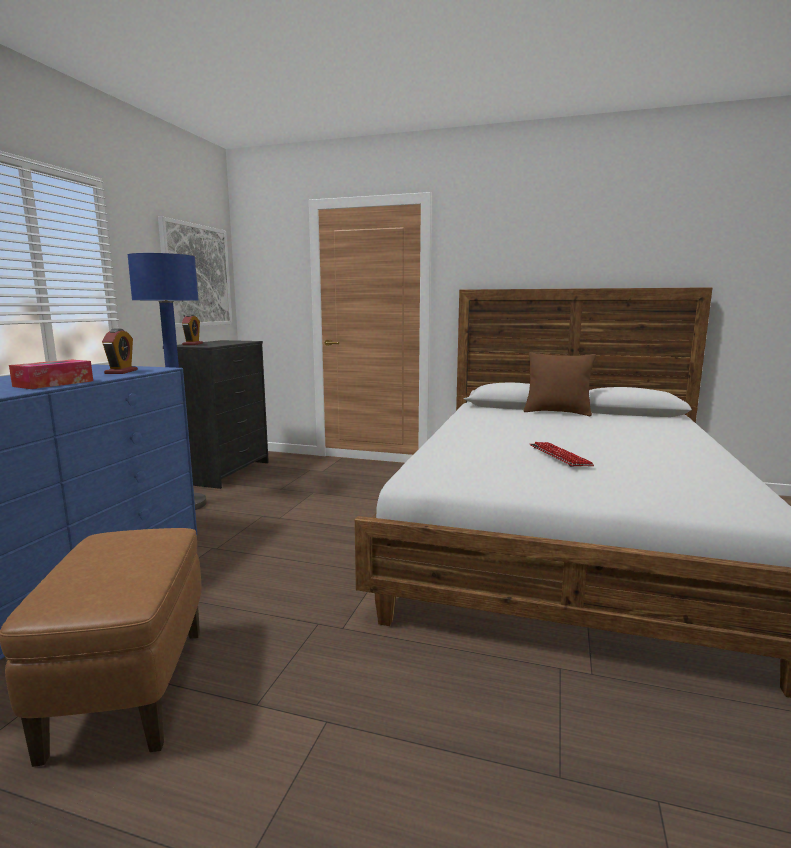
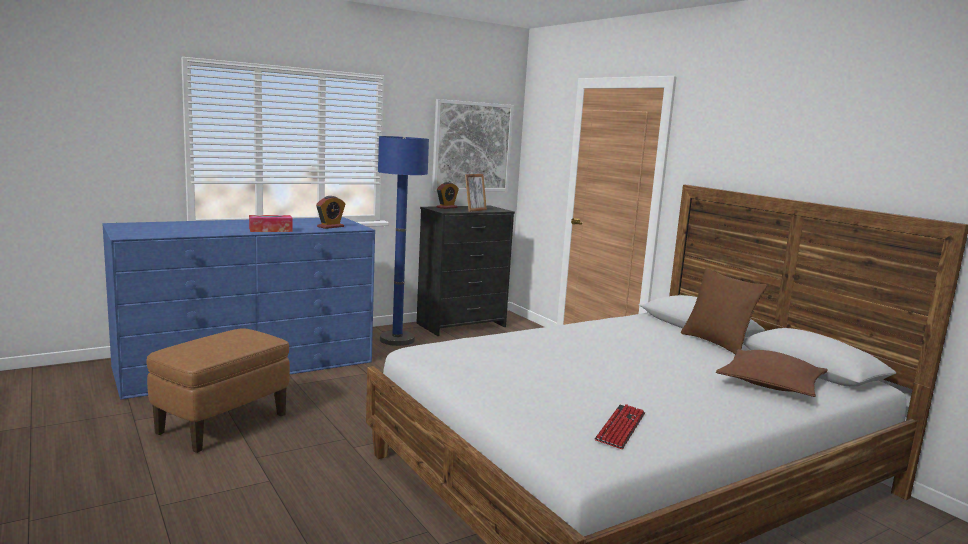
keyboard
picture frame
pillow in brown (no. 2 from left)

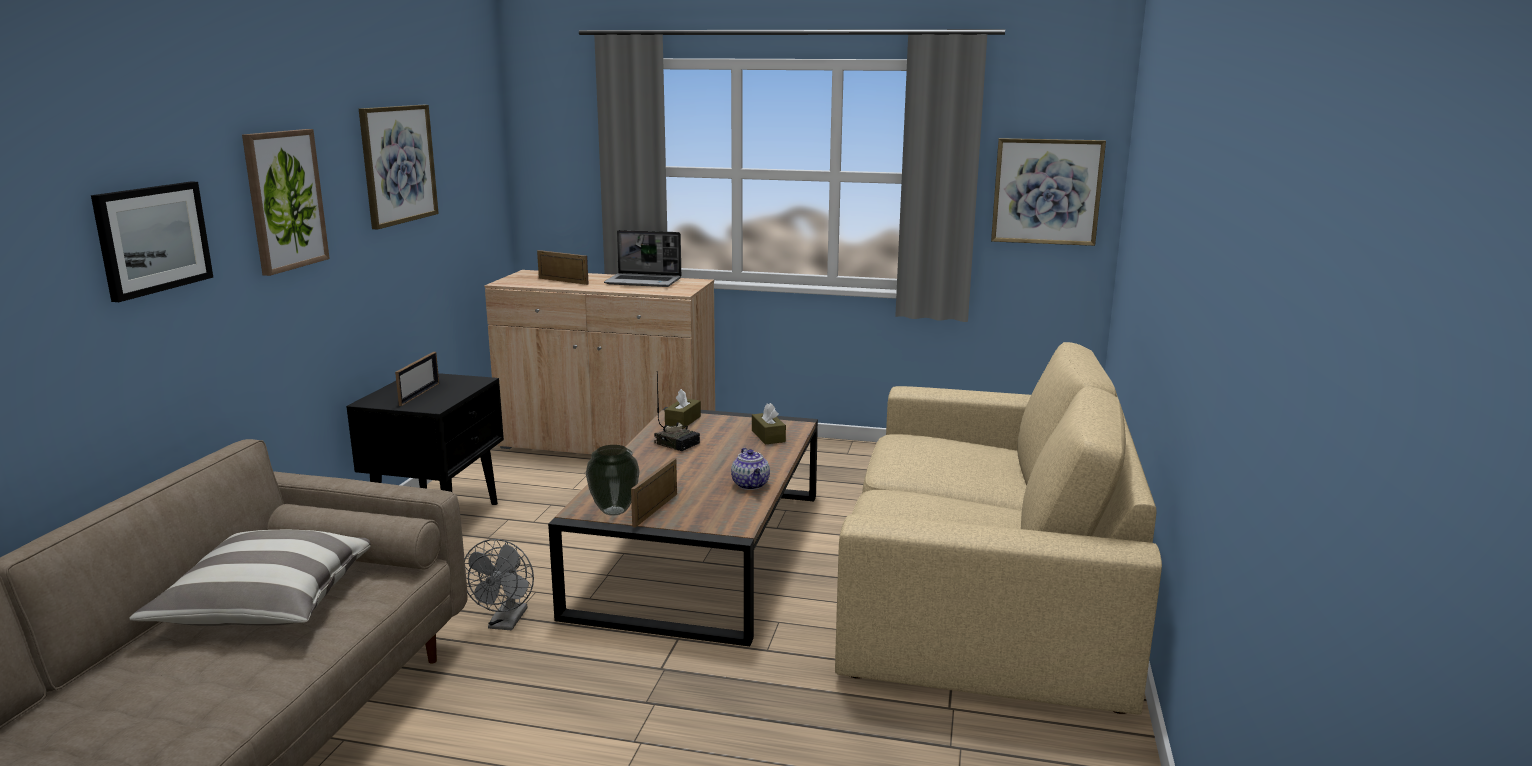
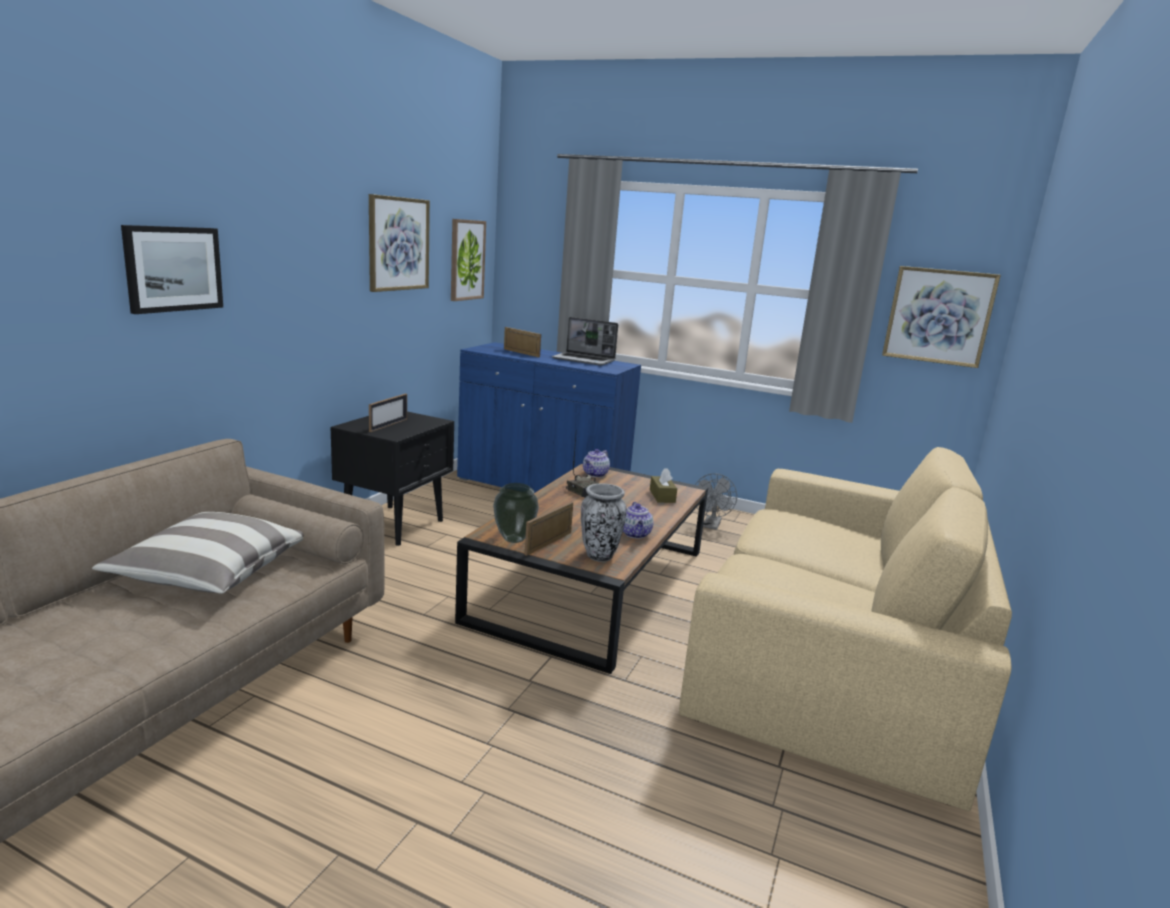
picture (no. 3 from left)
cabinet in blue
teapot (no. 1 from left)
fan in grey
vase (no. 2 from left)

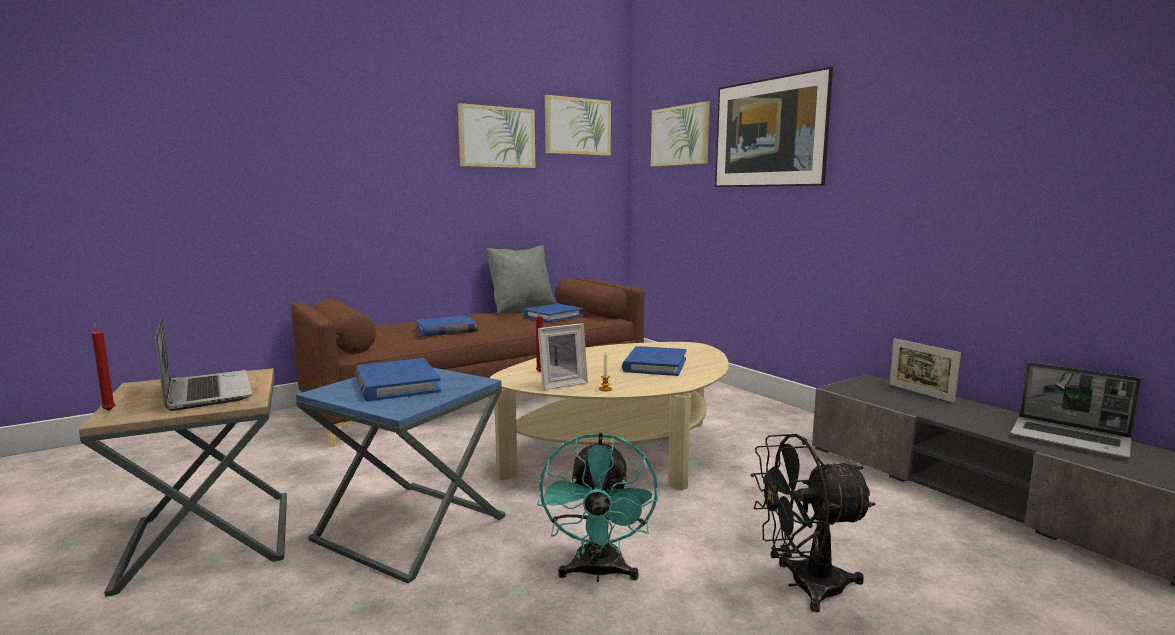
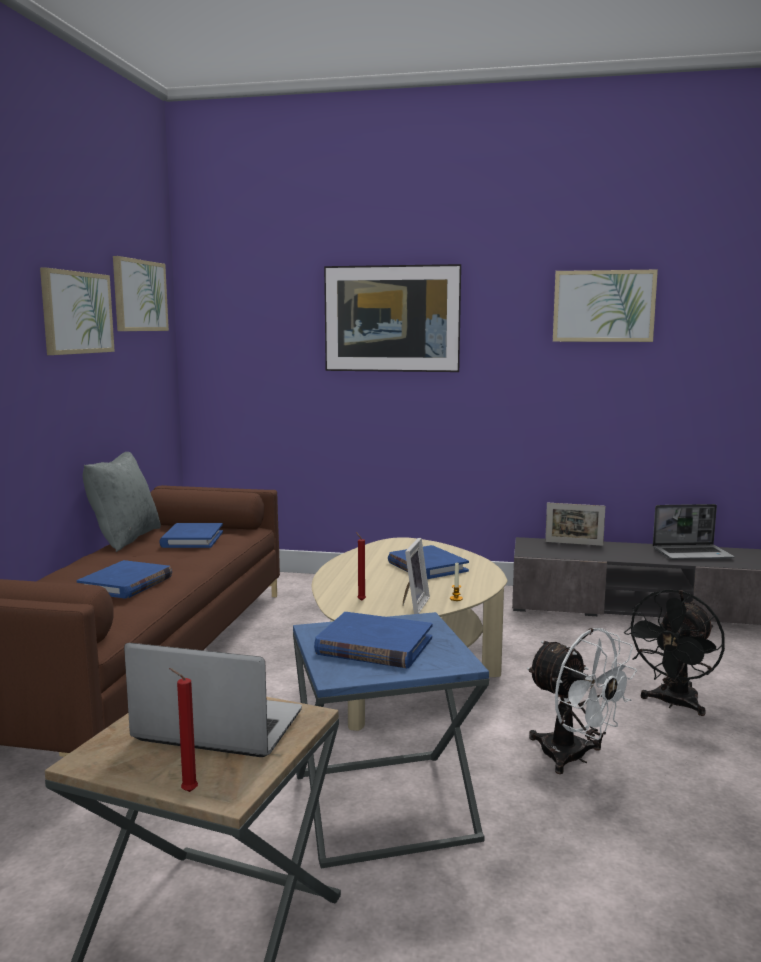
picture (no. 4 from left)
fan in white

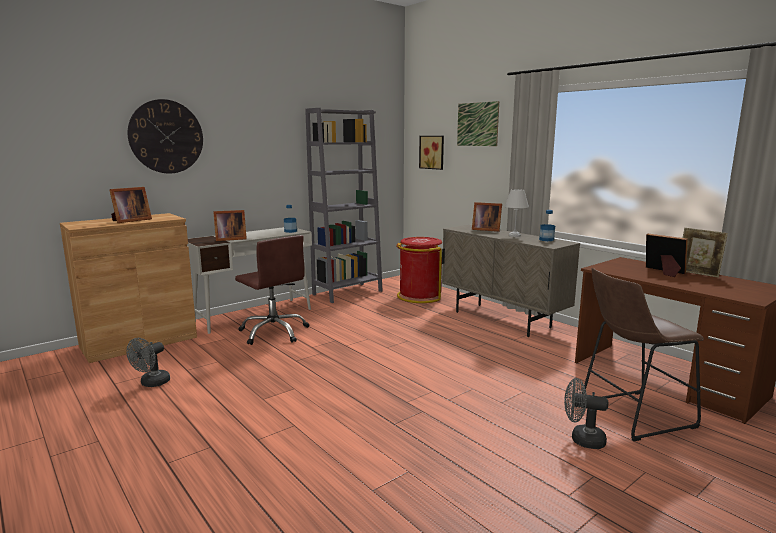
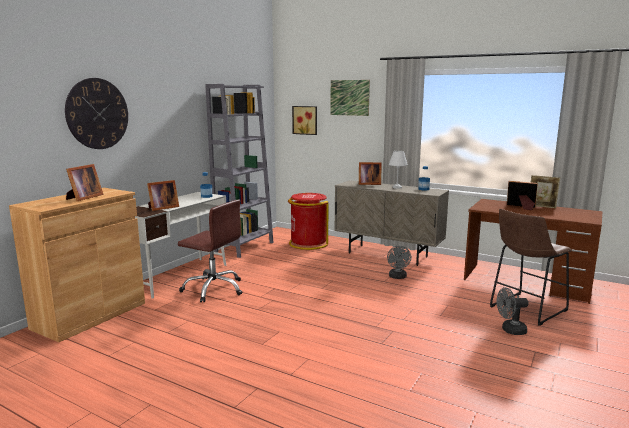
fan in grey (no. 1 from left)

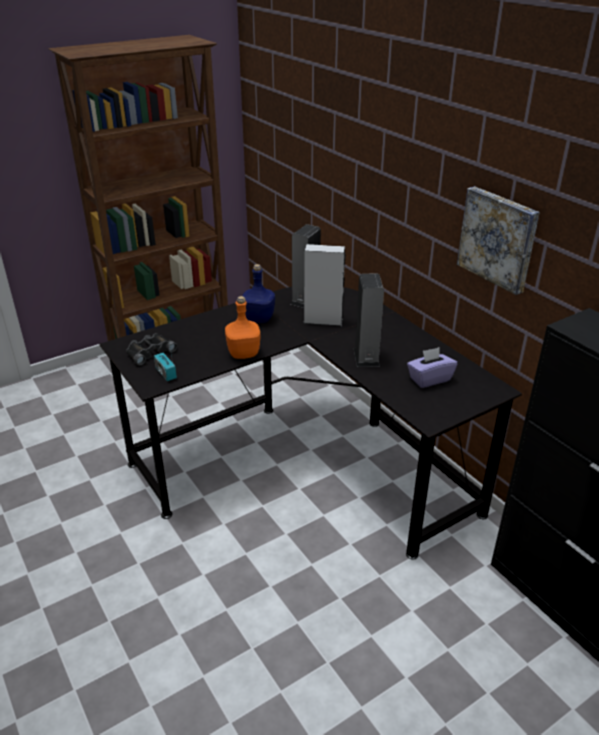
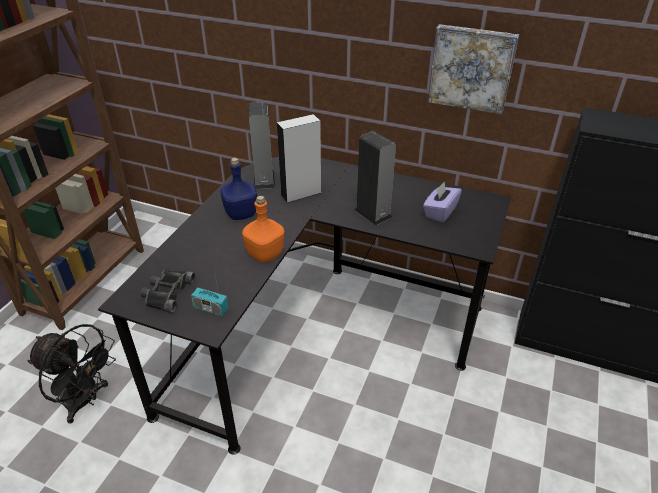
fan in black

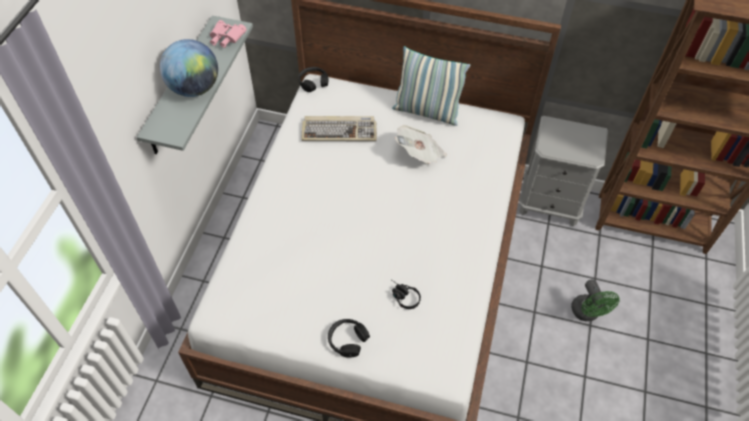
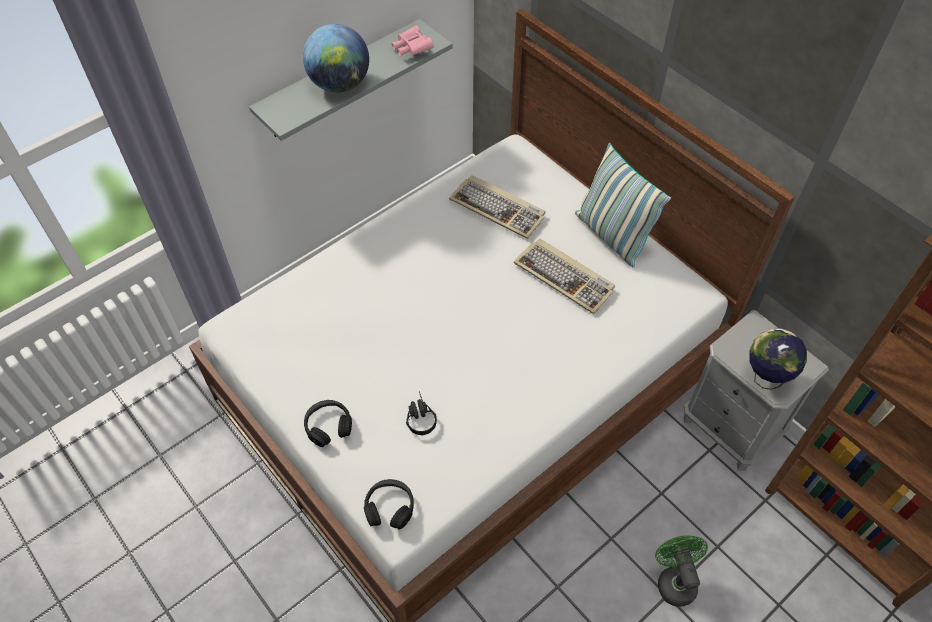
headphones in black (no. 2 from left)
keyboard (no. 2 from left)
fan in green
globe (no. 2 from left)

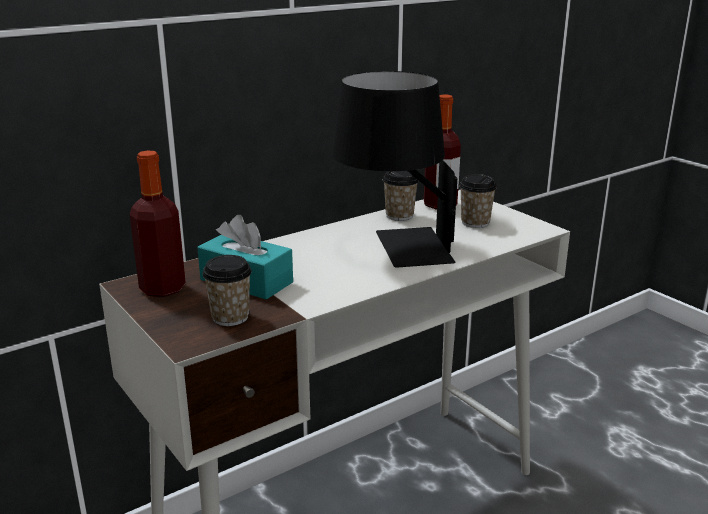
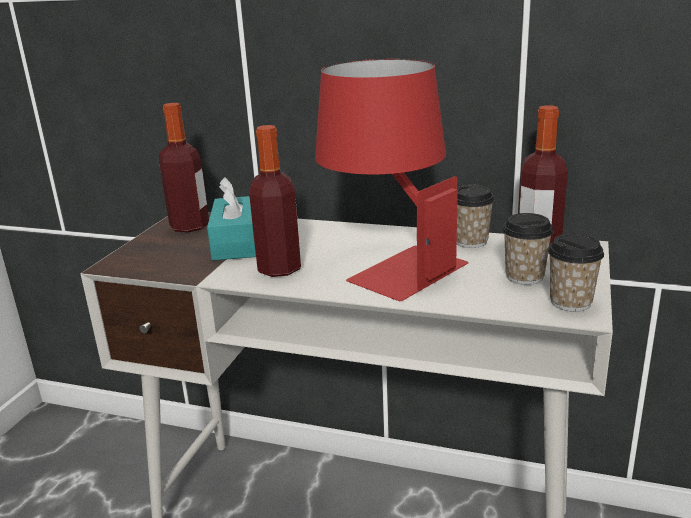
table lamp in red
cup (no. 3 from left)
bottle (no. 2 from left)

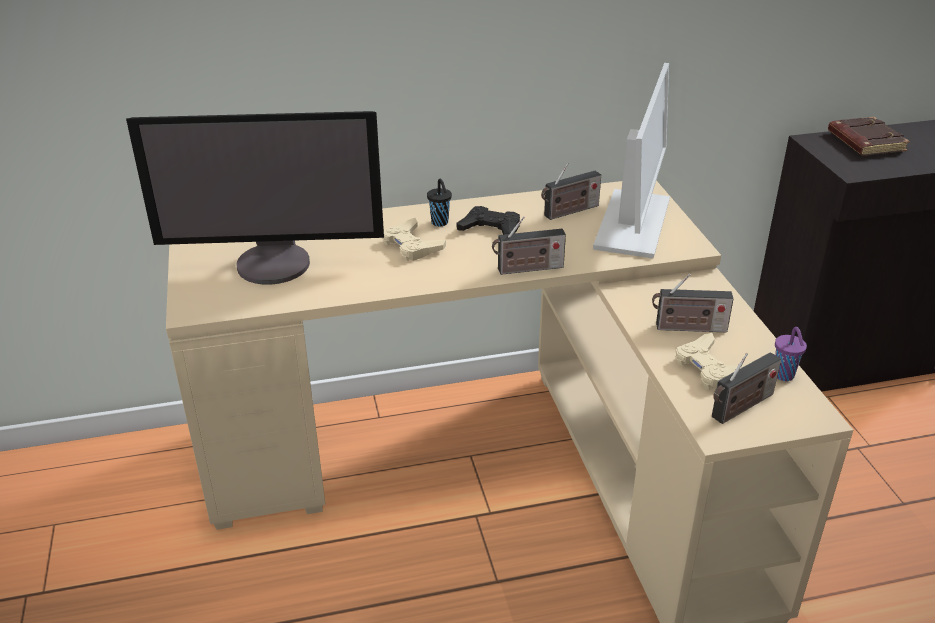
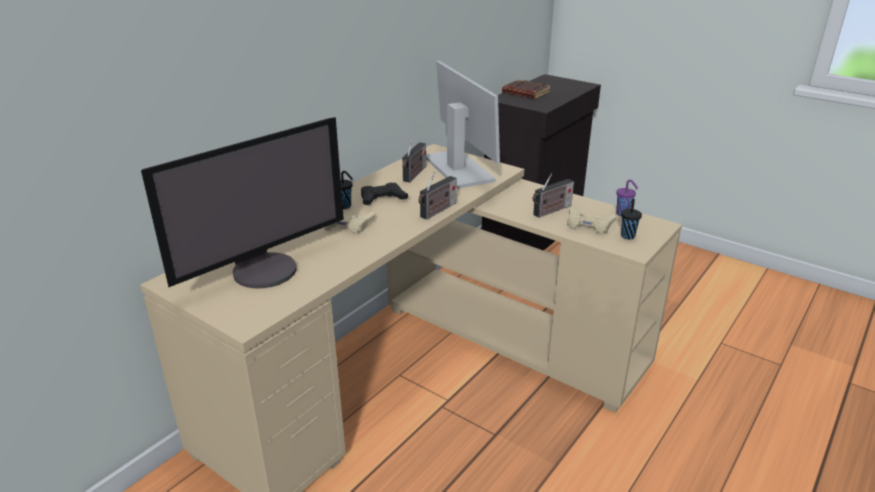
cup in black (no. 2 from left)

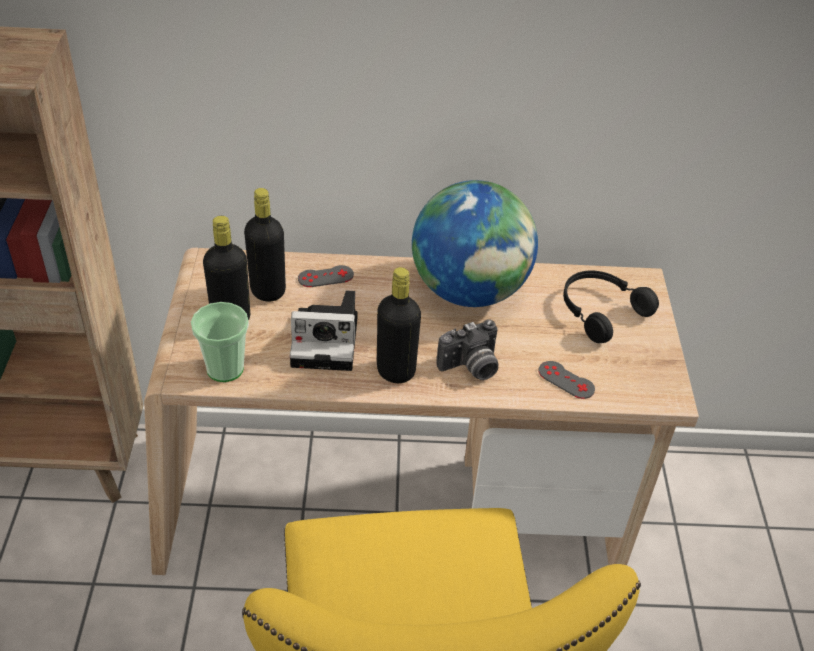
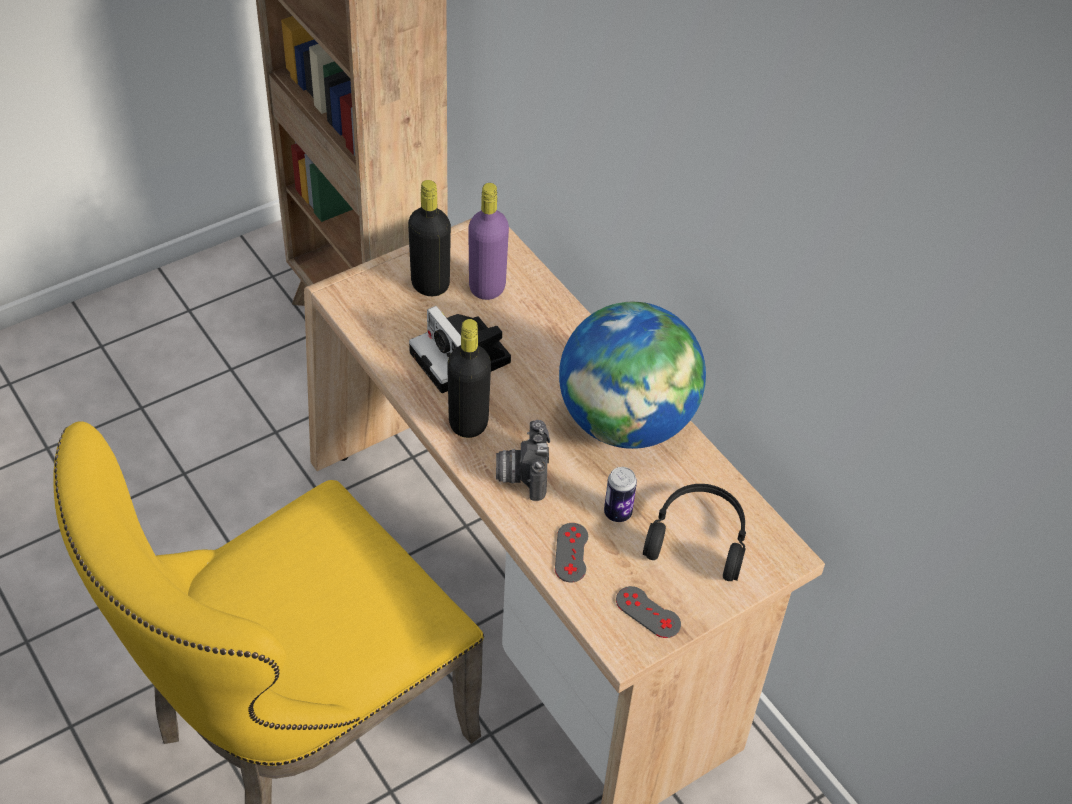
bottle in purple
game controller in grey (no. 2 from left)
cup
photo camera (no. 2 from left)
can

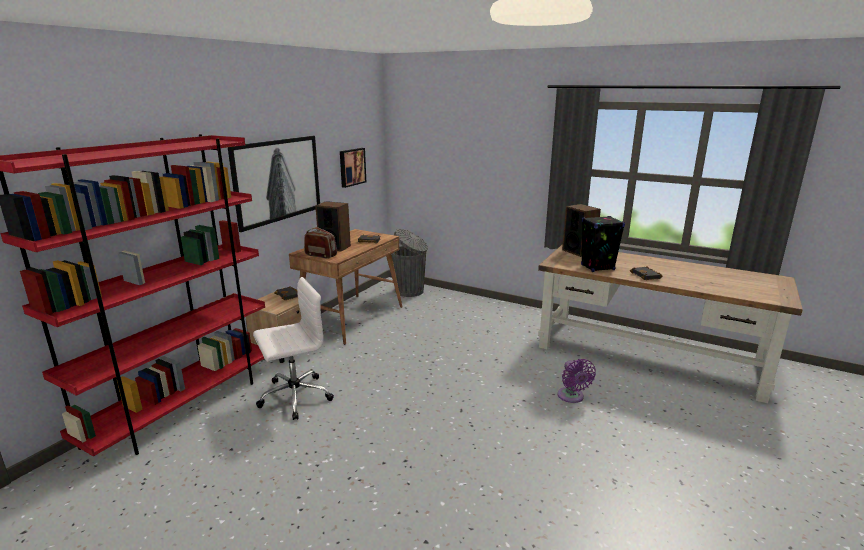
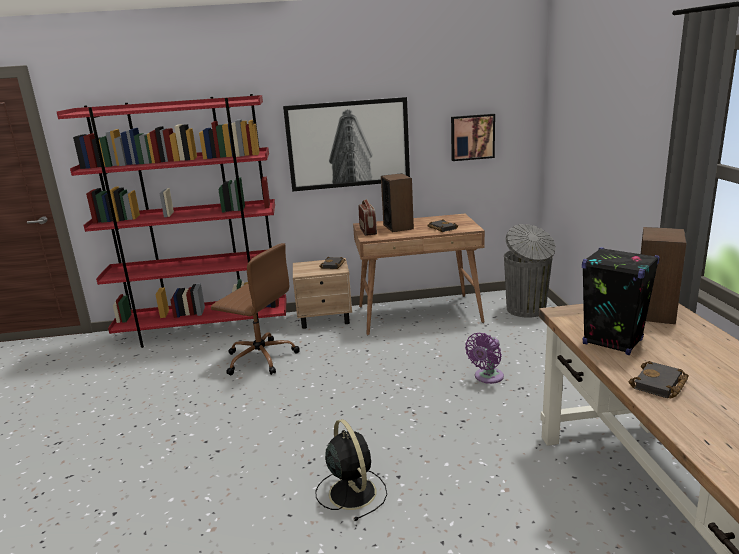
office chair in brown
fan in purple
fan in black

